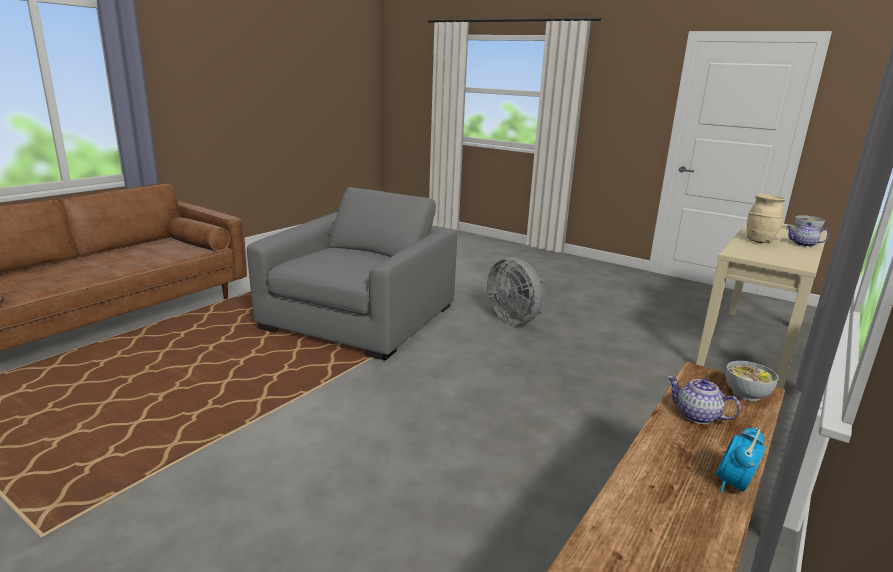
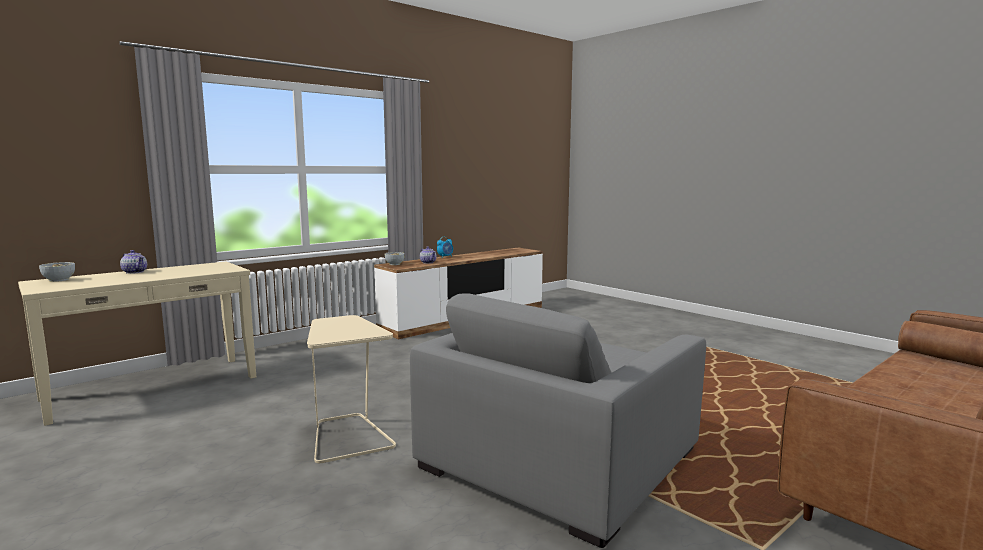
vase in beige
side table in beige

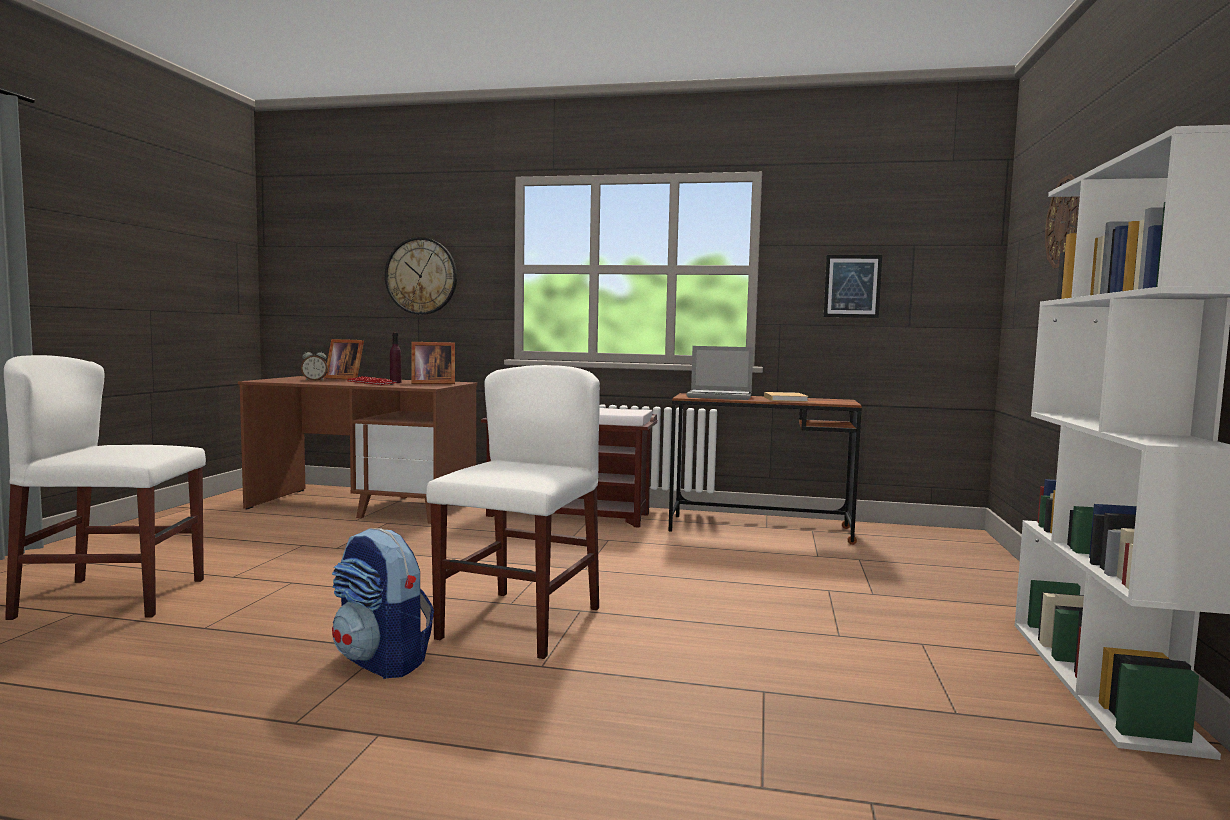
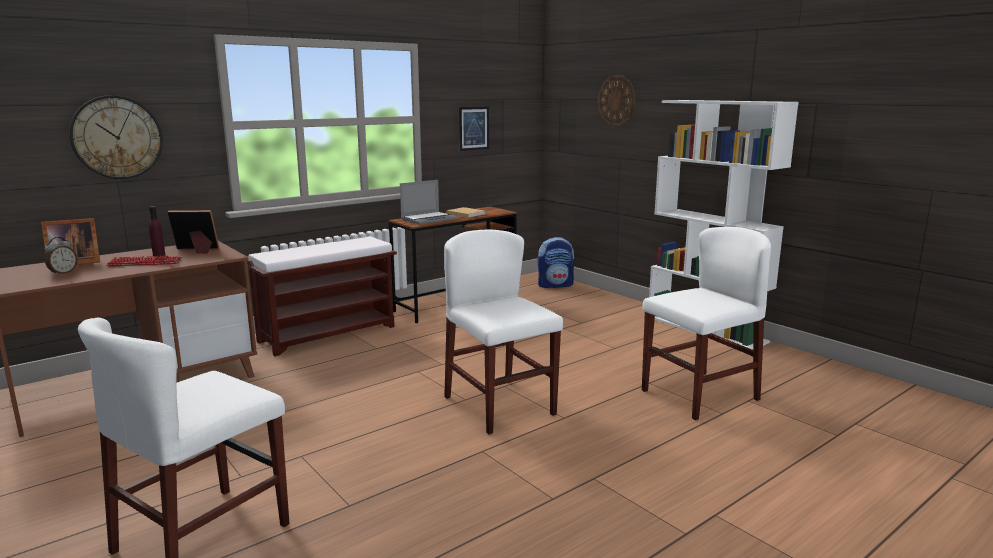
picture frame (no. 2 from left)
backpack
chair in white (no. 3 from left)

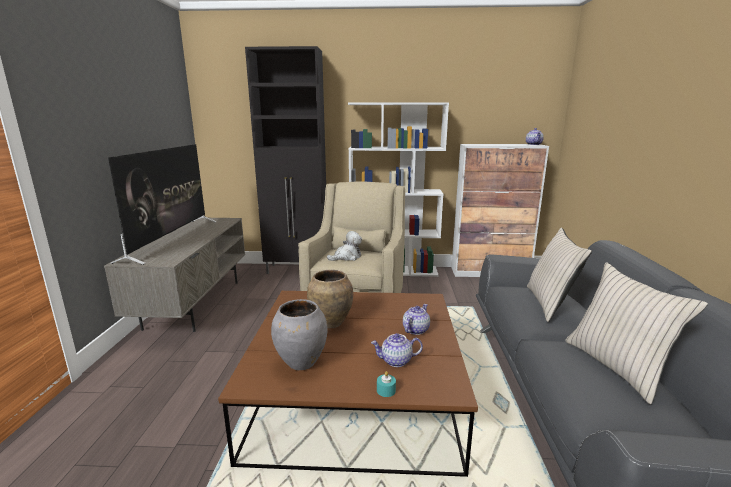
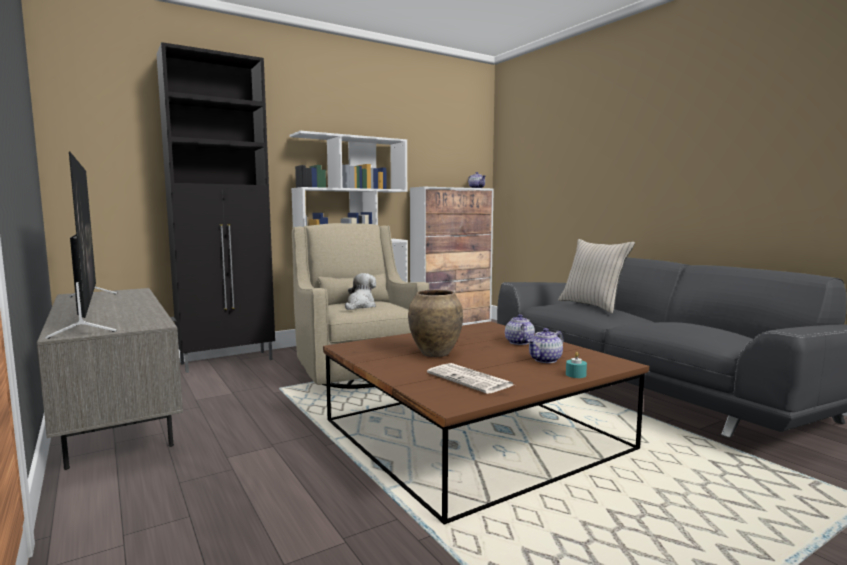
pillow in beige (no. 2 from left in the first image)
newspaper

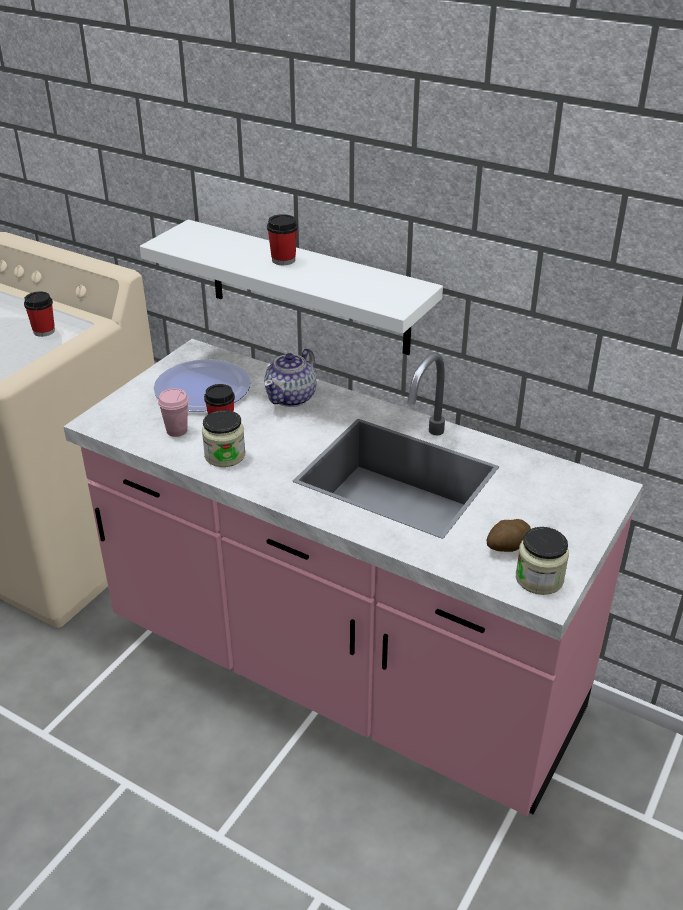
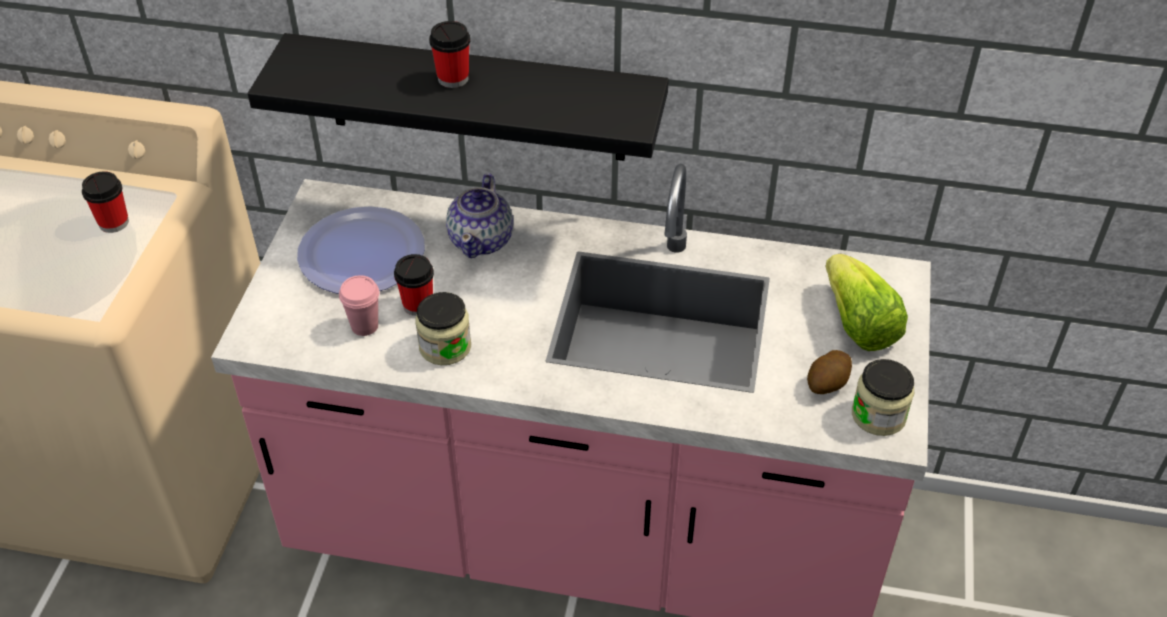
shelf in black
lettuce

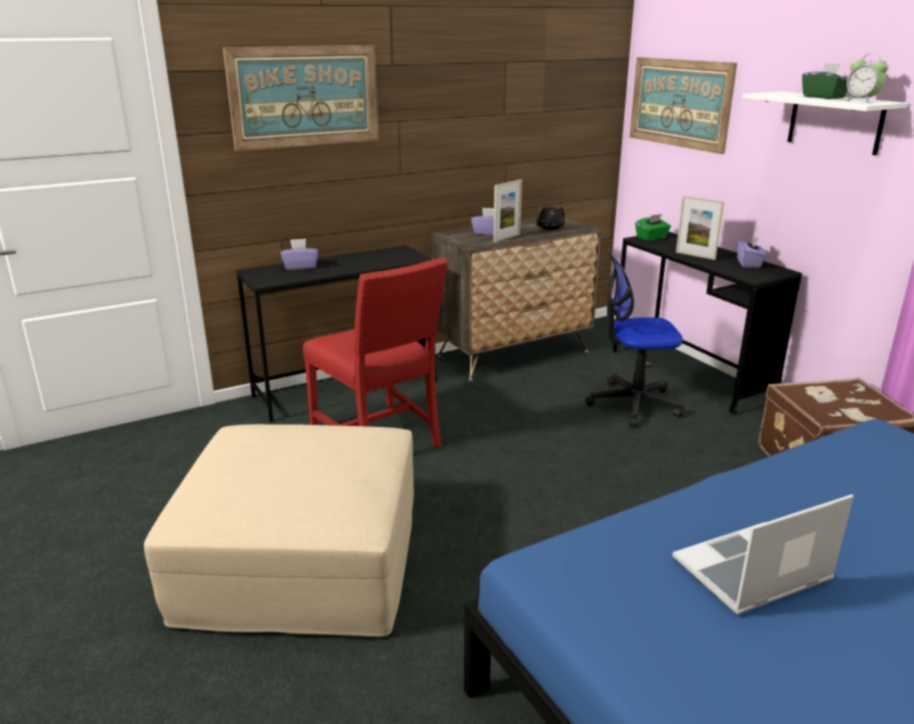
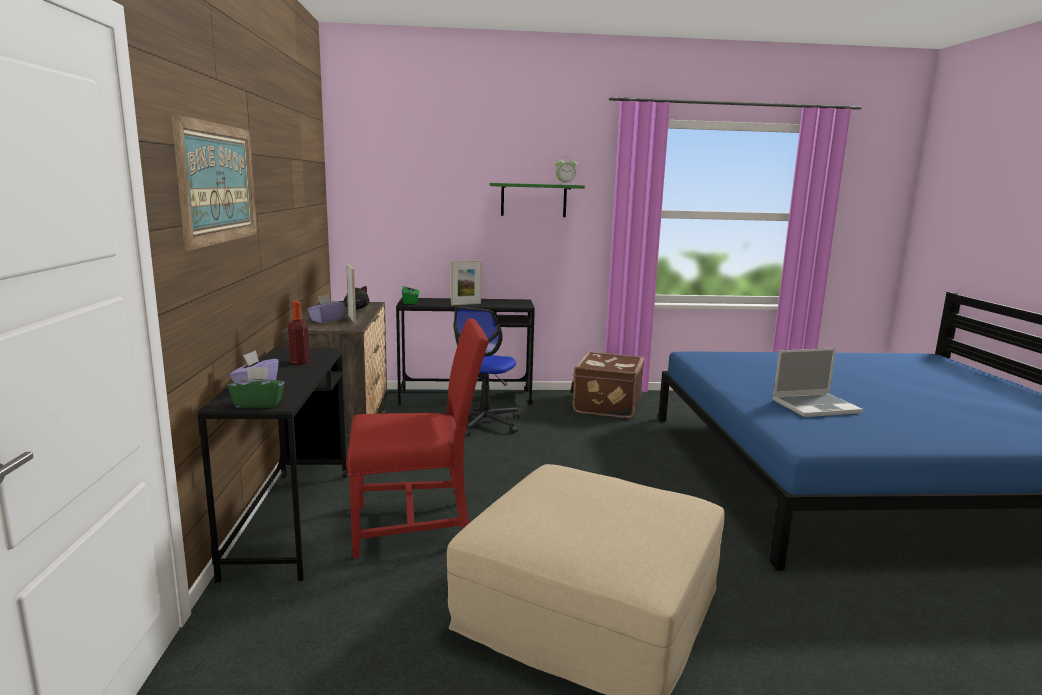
picture (no. 2 from left in the first image)
tissue box in green (no. 1 from left)
shelf in green
tissue box in purple (no. 3 from left in the first image)
laptop
bottle

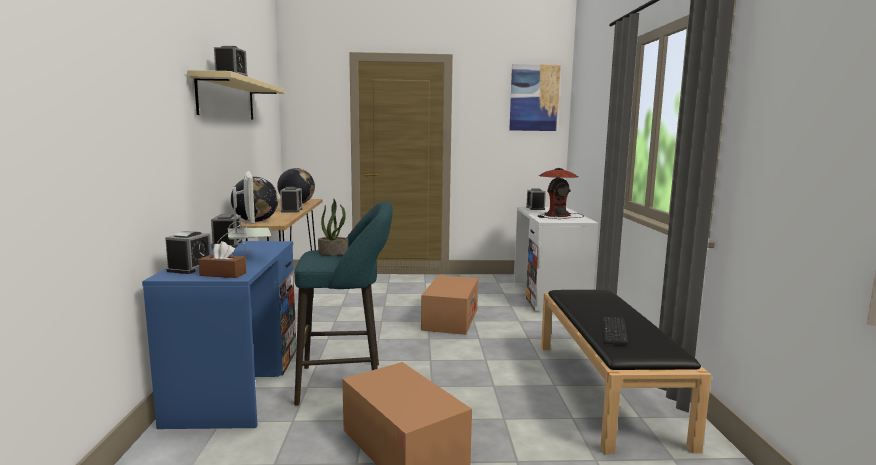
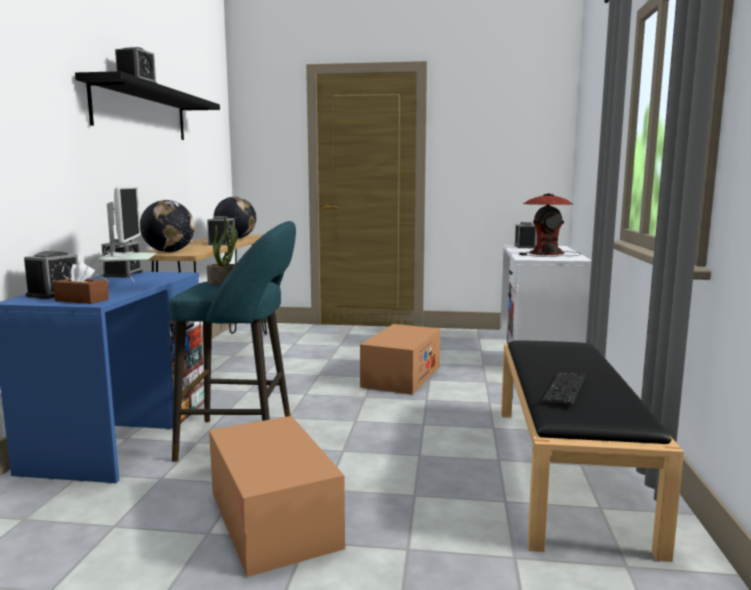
picture
shelf in black

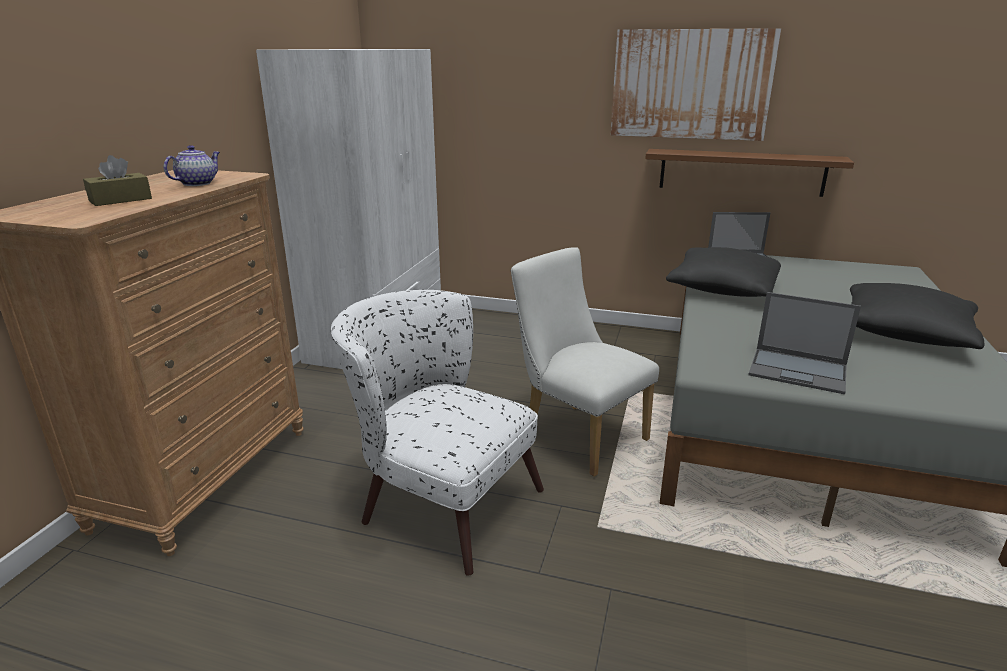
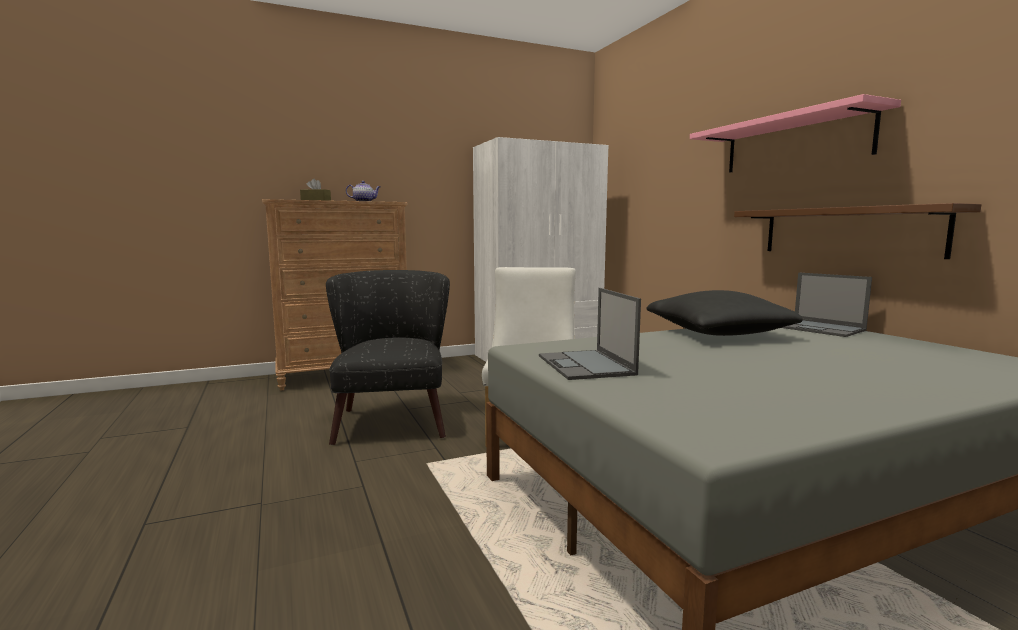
shelf in pink
pillow in black (no. 2 from left in the first image)
armchair in black

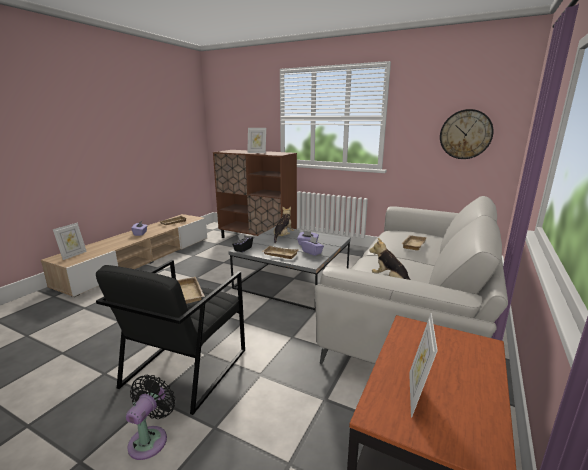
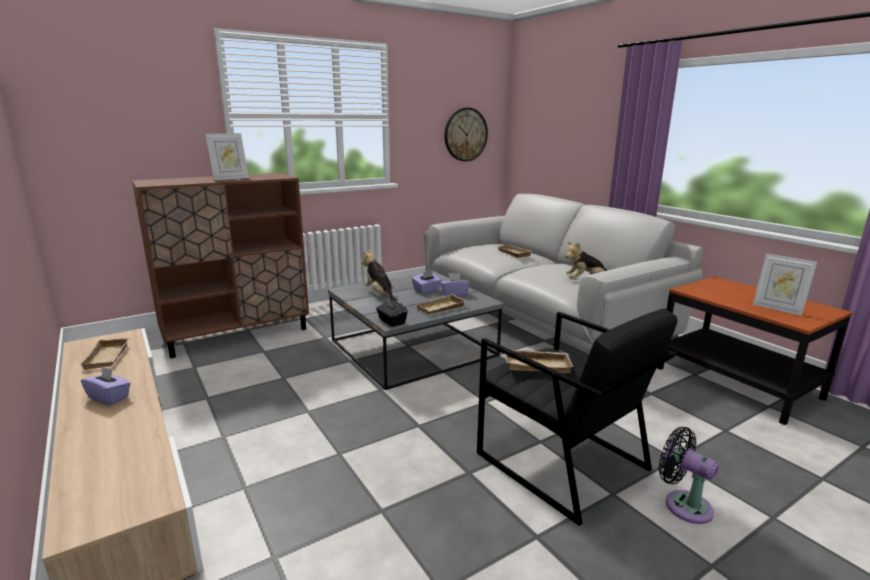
picture frame (no. 1 from left in the first image)

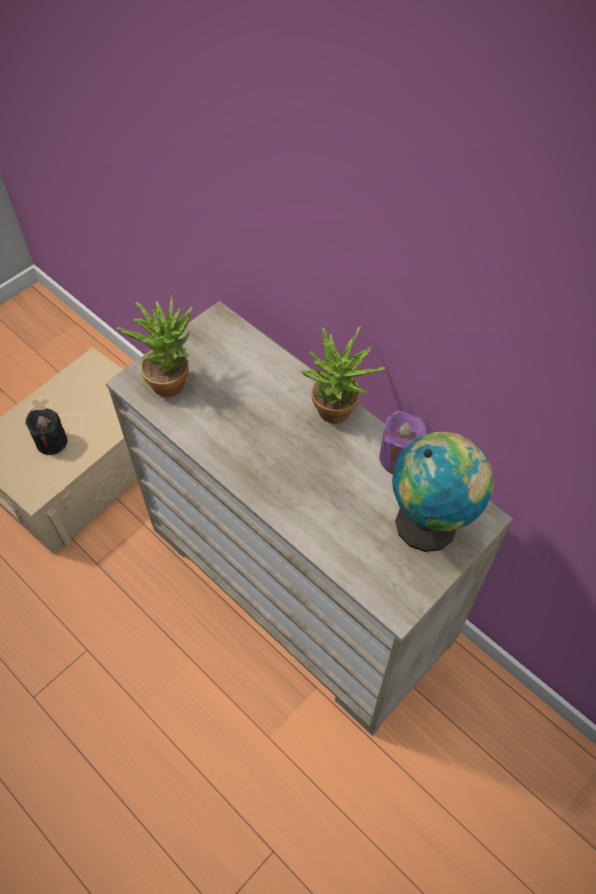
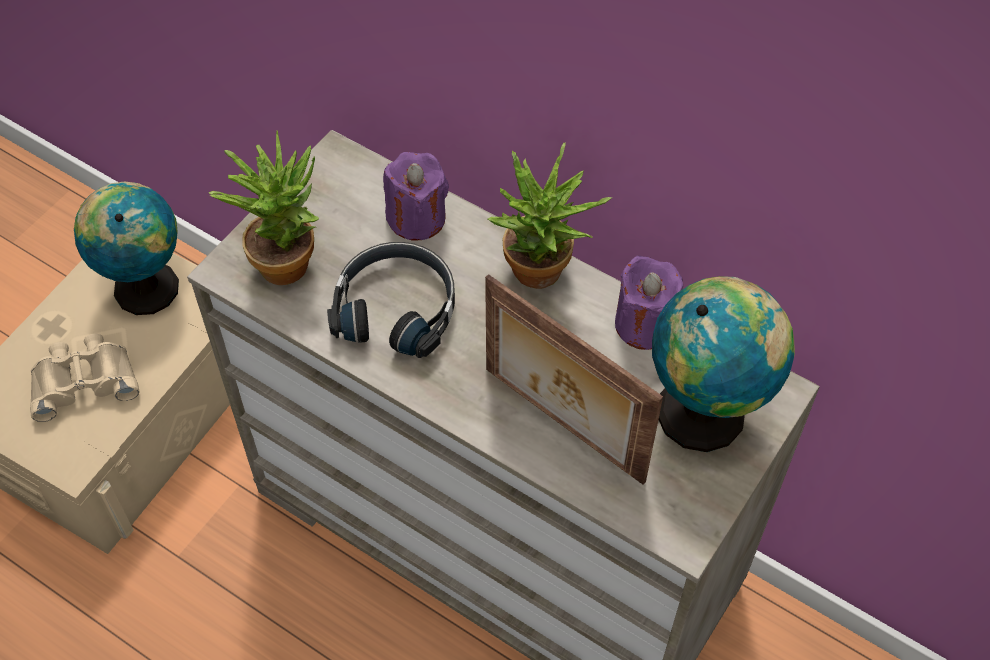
binoculars in beige
candle in purple (no. 1 from left)
globe (no. 1 from left)
headphones in black
picture frame

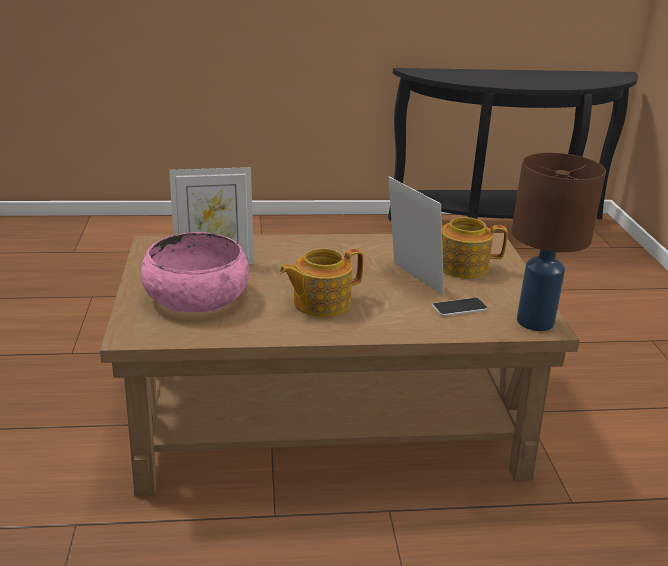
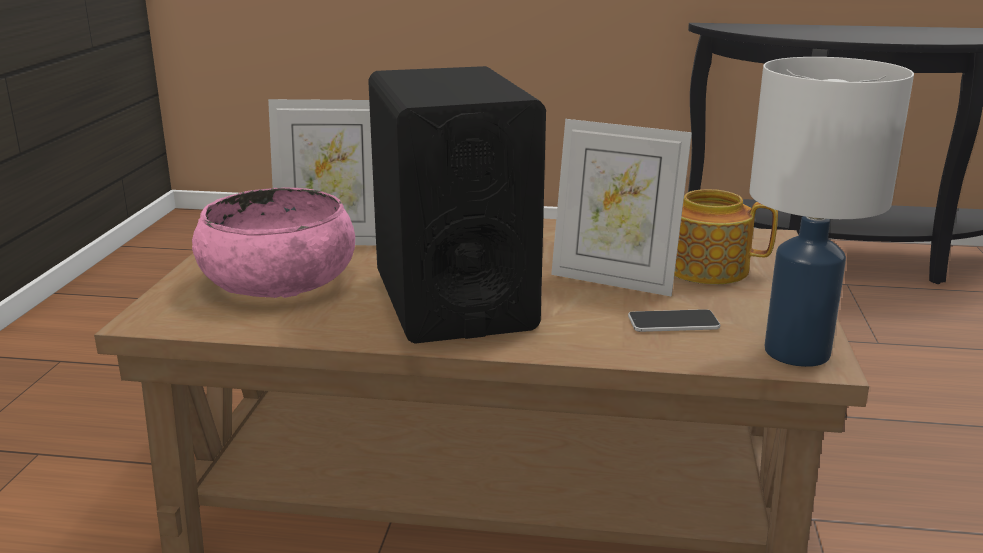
table lamp in white
picture frame (no. 2 from left)
speaker in black

